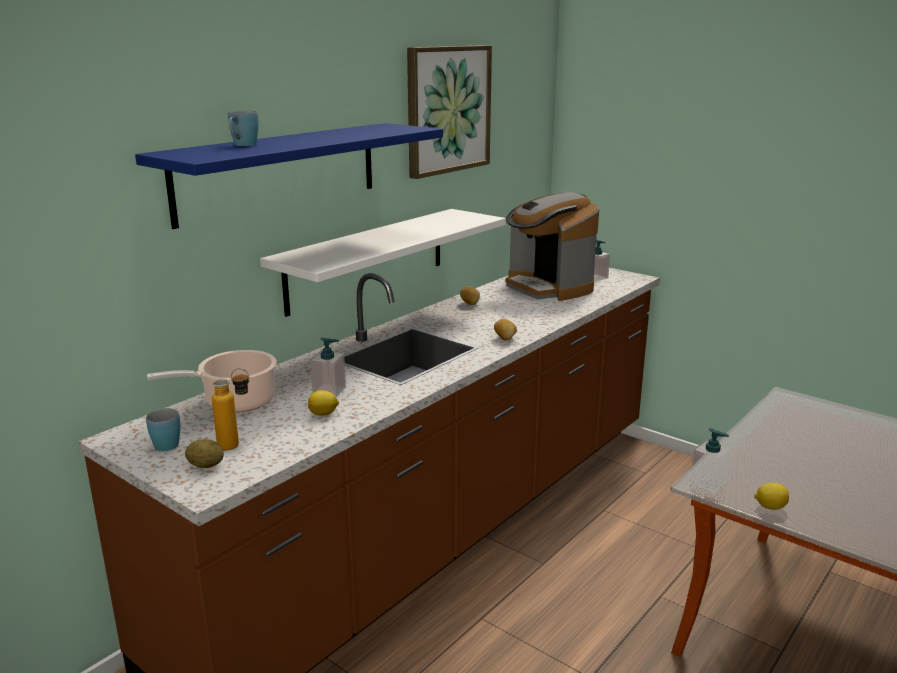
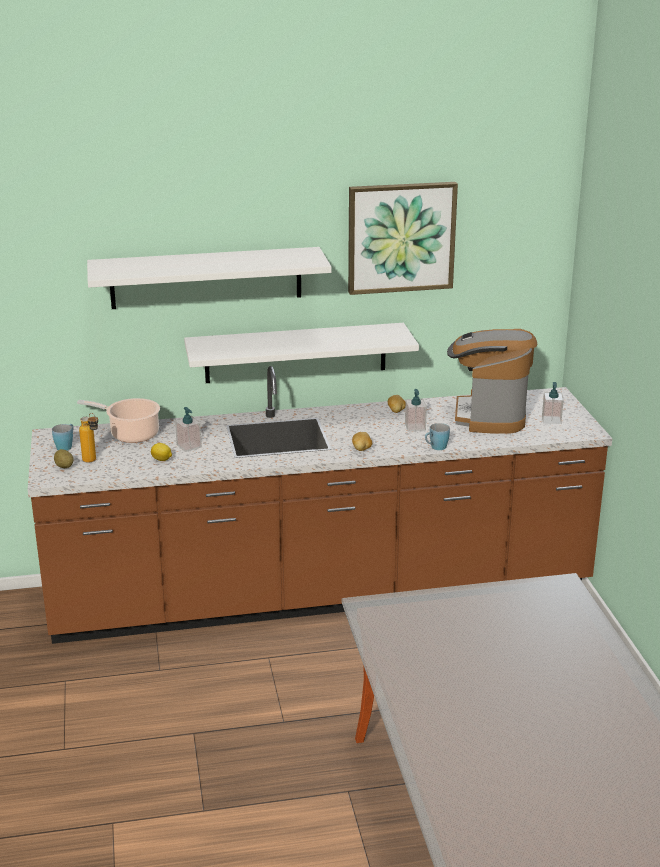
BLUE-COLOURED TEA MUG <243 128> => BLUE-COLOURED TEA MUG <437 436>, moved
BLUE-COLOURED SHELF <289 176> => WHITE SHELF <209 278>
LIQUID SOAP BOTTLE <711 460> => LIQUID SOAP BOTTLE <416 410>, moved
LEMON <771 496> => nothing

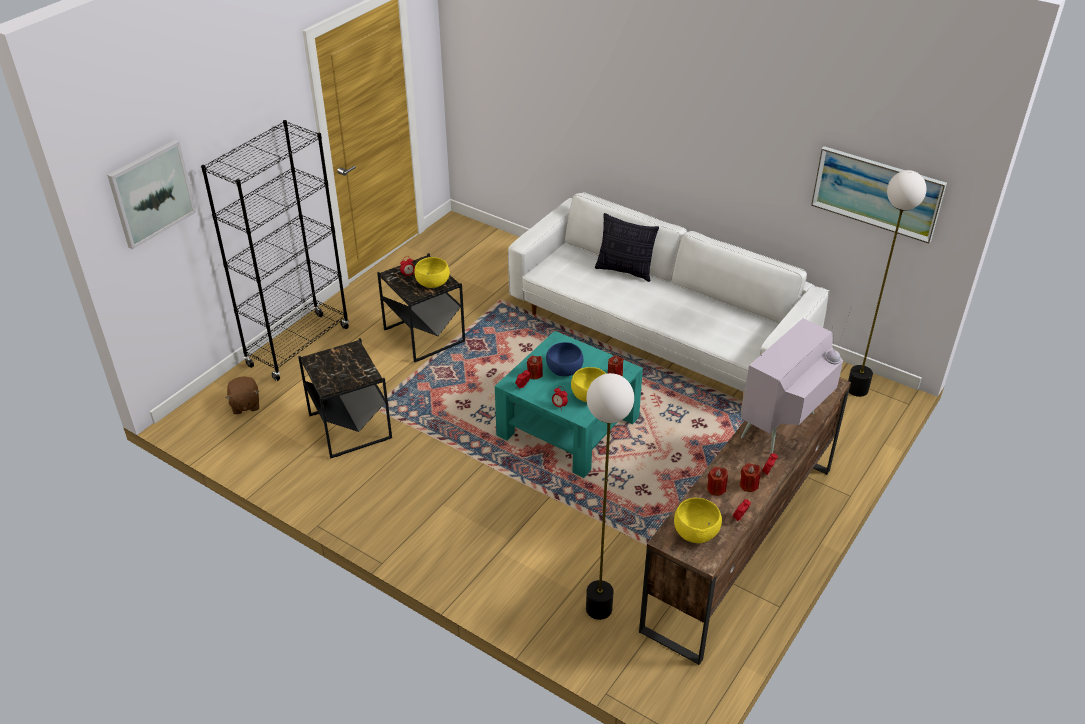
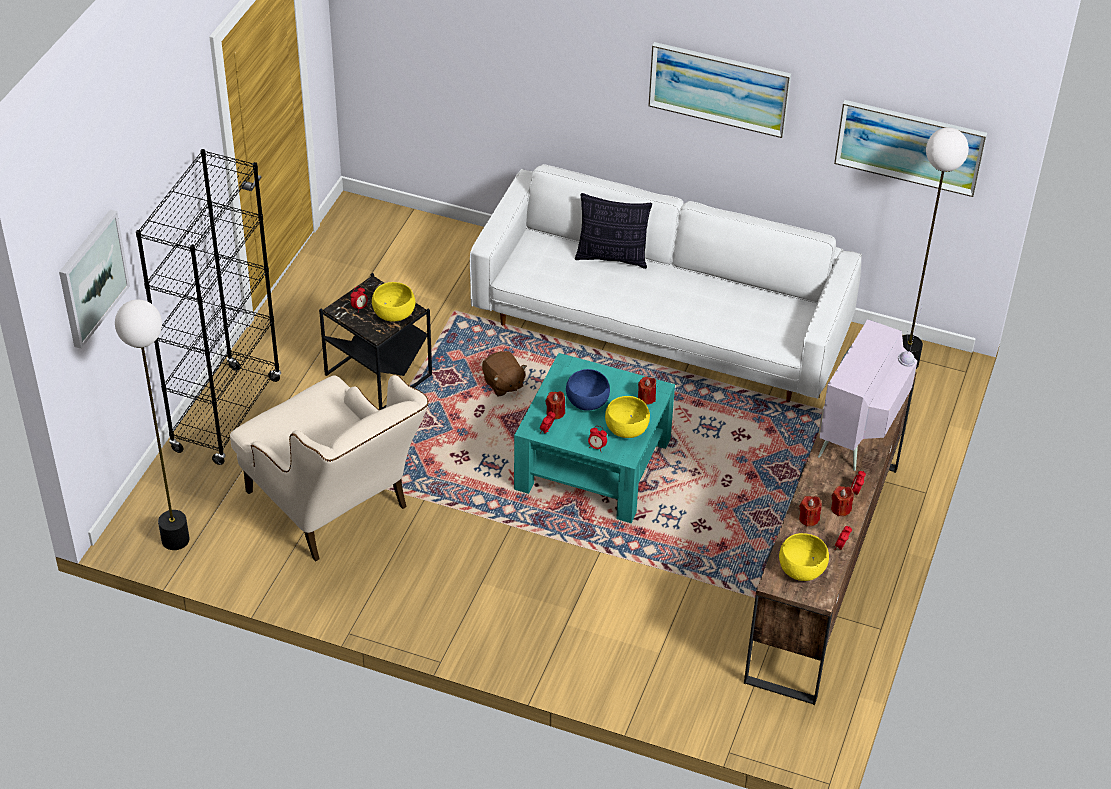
BLACKISH END TABLE <345 398> => BEIGE ARMCHAIR <329 468>
STANDING LAMP <610 496> => STANDING LAMP <152 425>, moved
BROWN SOFT TOY <242 395> => BROWN SOFT TOY <504 373>, moved
nothing => WALL PICTURE <719 90>

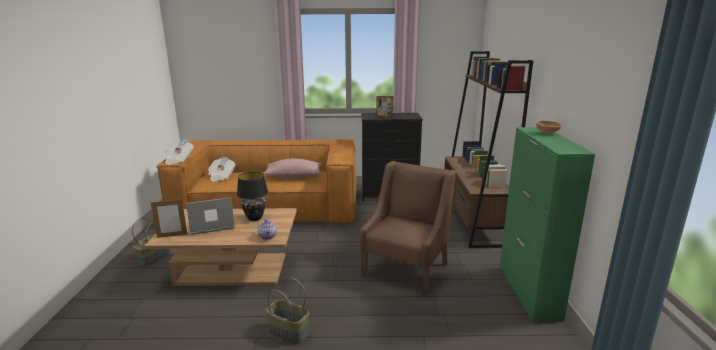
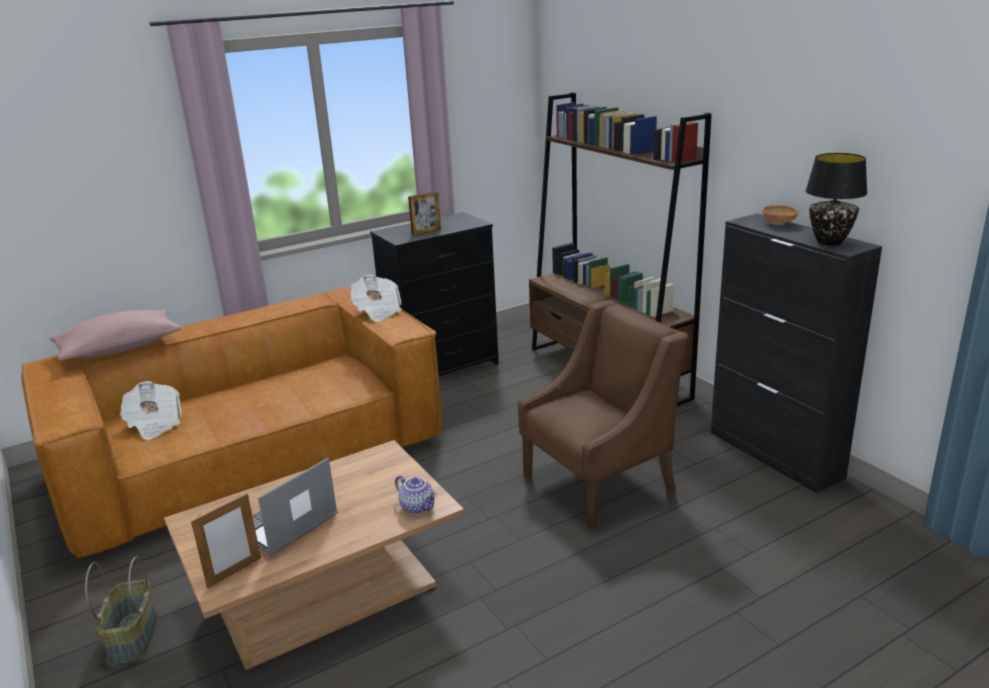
GREEN-COLOURED STORAGE CABINET <547 224> => BLACKISH STORAGE CABINET <796 353>
PRINTED PAPER <179 152> => PRINTED PAPER <376 298>, moved
PINK CUSHION <292 168> => PINK CUSHION <115 335>, moved
BROWN ARMCHAIR <408 228> => BROWN ARMCHAIR <603 414>, 60 degrees clockwise
BLACKISH TABLE LAMP <252 196> => BLACKISH TABLE LAMP <836 199>, moved
STORAGE BASKET <287 311> => nothing

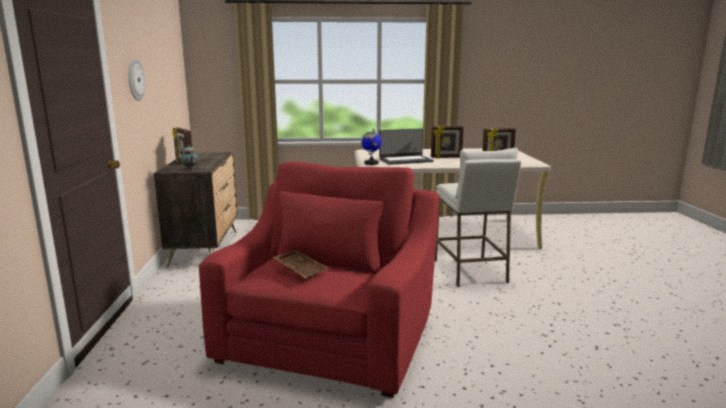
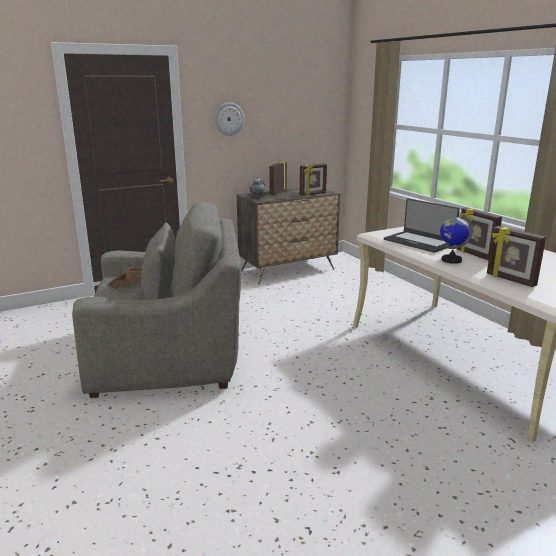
DESK GLOBE <371 146> => DESK GLOBE <456 239>, moved
WHITE STOOL SEAT <478 217> => nothing
RED-COLOURED ARMCHAIR <319 280> => GREY ARMCHAIR <156 300>
nothing => PHOTO FRAME <313 179>

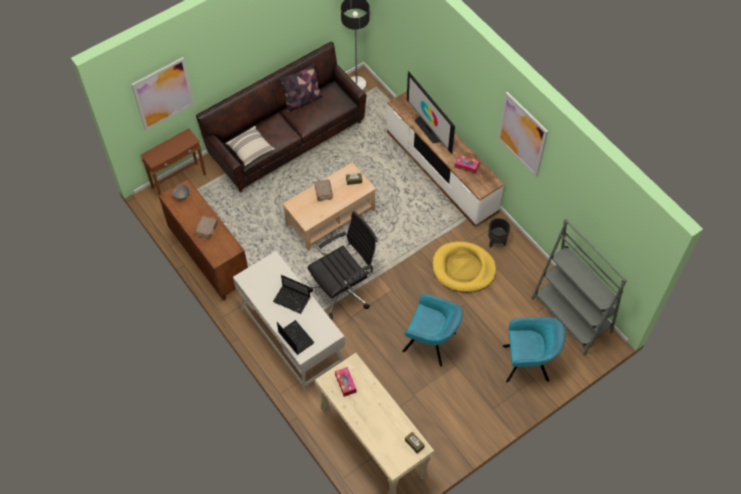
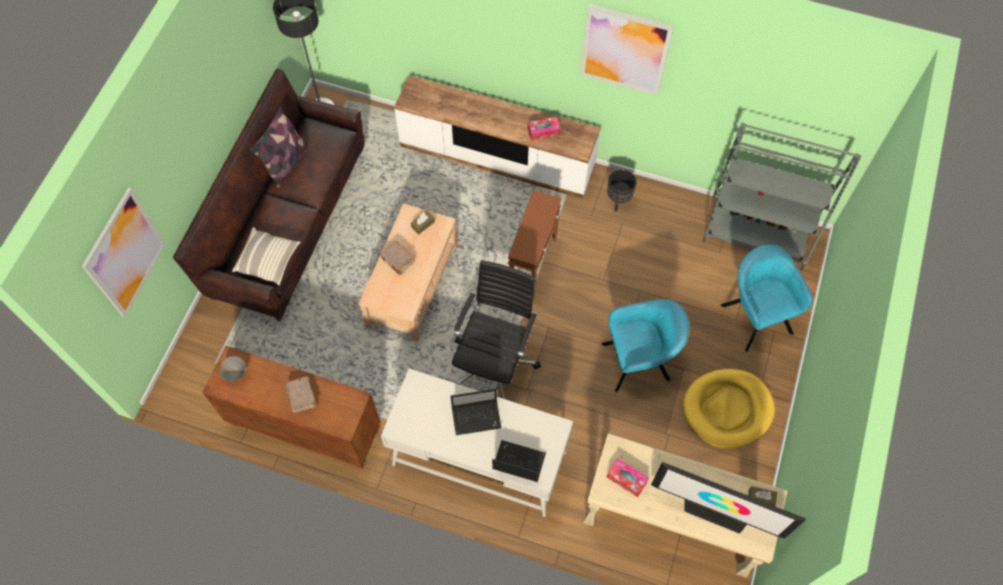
TV SET <431 112> => TV SET <728 500>, moved
BROWN END TABLE <173 161> => BROWN END TABLE <535 245>, moved
YELLOW DOG BED <464 267> => YELLOW DOG BED <729 408>, moved
TURQUOISE ARMCHAIR <534 349> => TURQUOISE ARMCHAIR <767 298>, 75 degrees counterclockwise

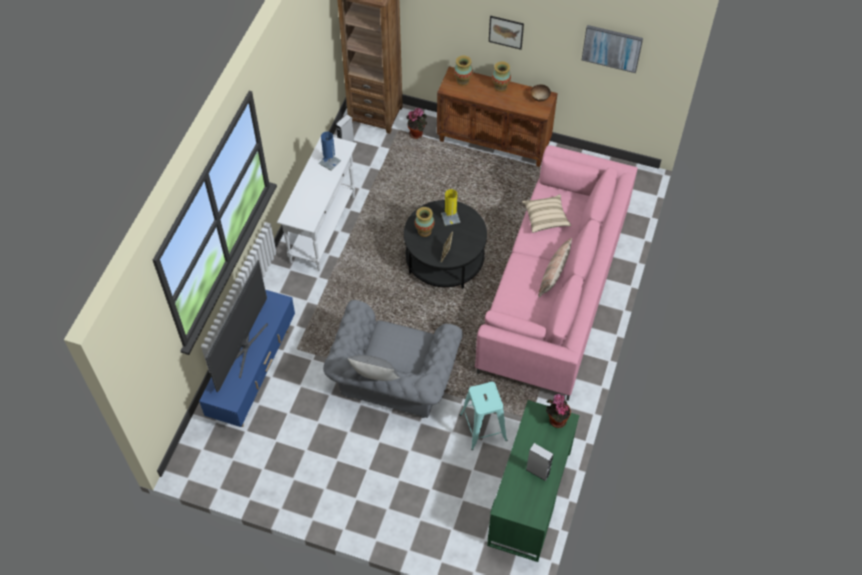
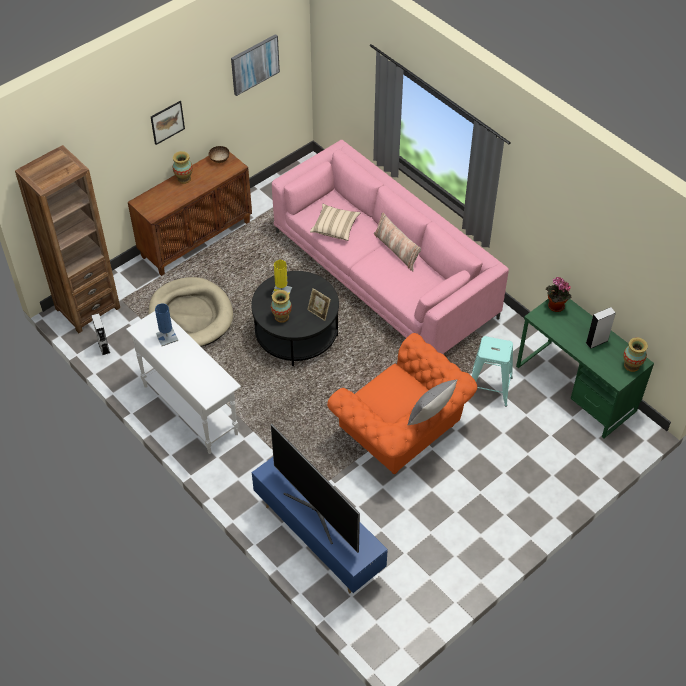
DECORATIVE VASE <463 70> => DECORATIVE VASE <635 355>, moved
POTTED PLANT <416 123> => nothing
GREY ARMCHAIR <393 359> => ORANGE-COLOURED ARMCHAIR <402 403>
nothing => BEIGE DOG BED <190 312>

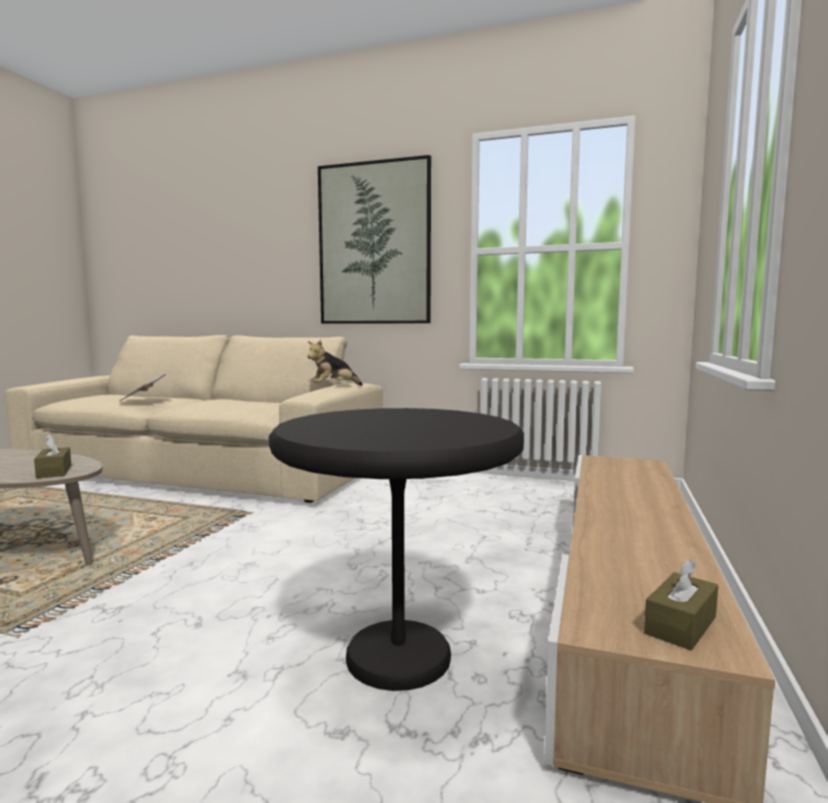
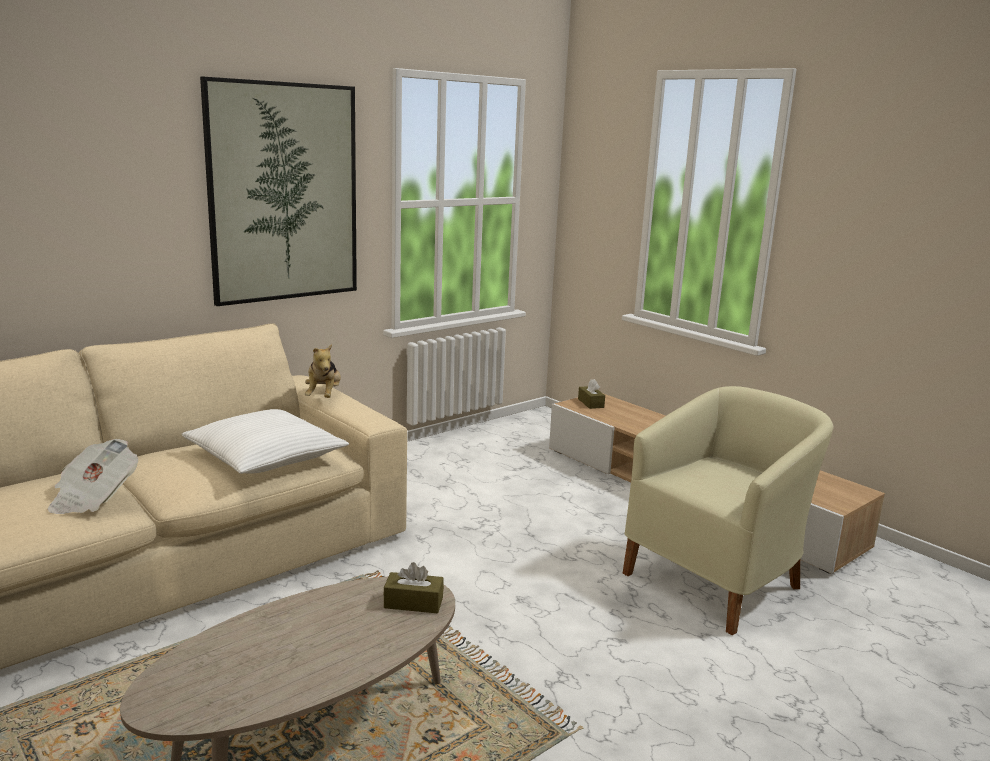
BLACKISH END TABLE <396 549> => BEIGE ARMCHAIR <728 510>
BROWN TISSUE BOX <681 604> => BROWN TISSUE BOX <591 394>, moved
nothing => WHITE CUSHION <265 441>

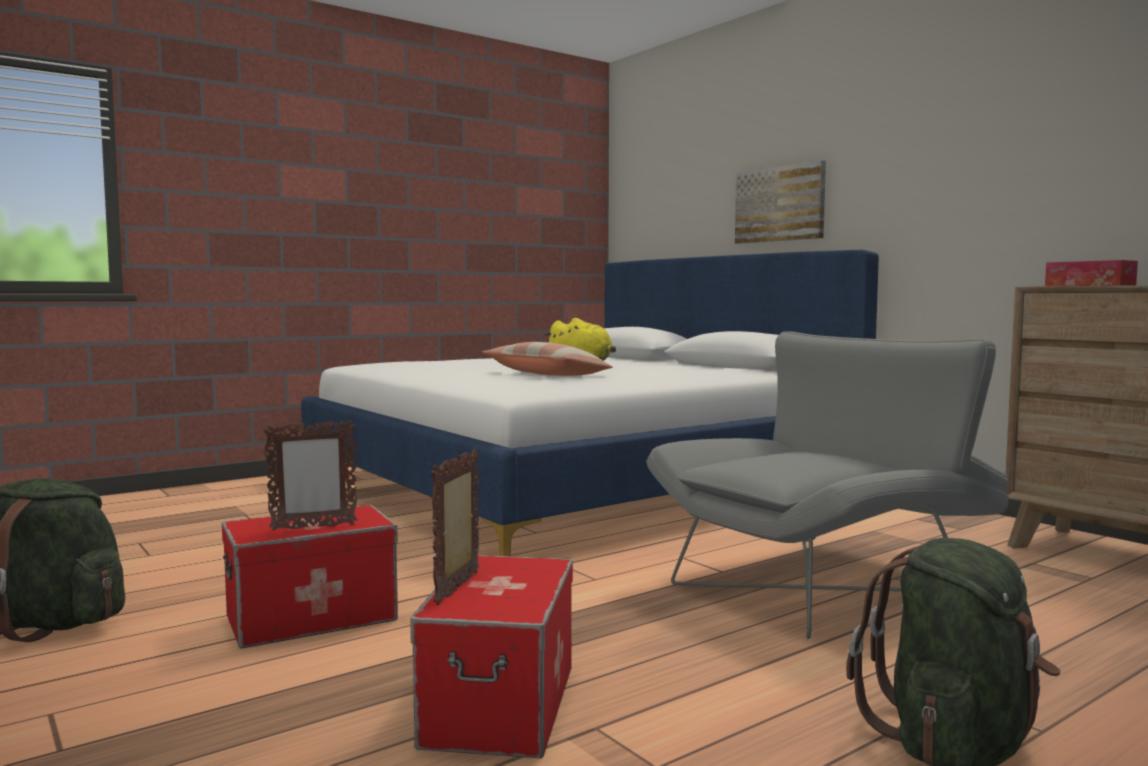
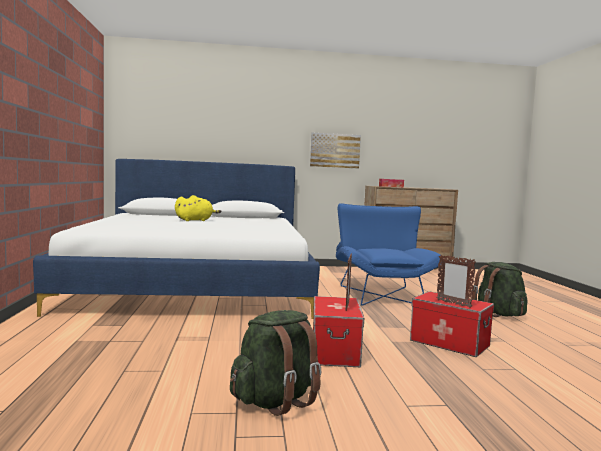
WALL PICTURE <780 202> => WALL PICTURE <335 151>, moved
GREY ARMCHAIR <827 485> => BLUE-COLOURED ARMCHAIR <389 254>
CUSHION <547 359> => nothing

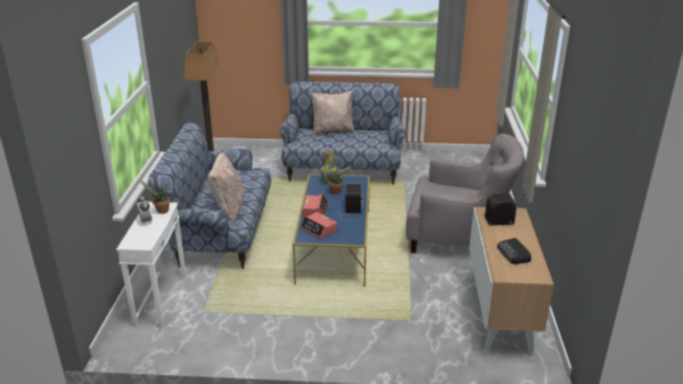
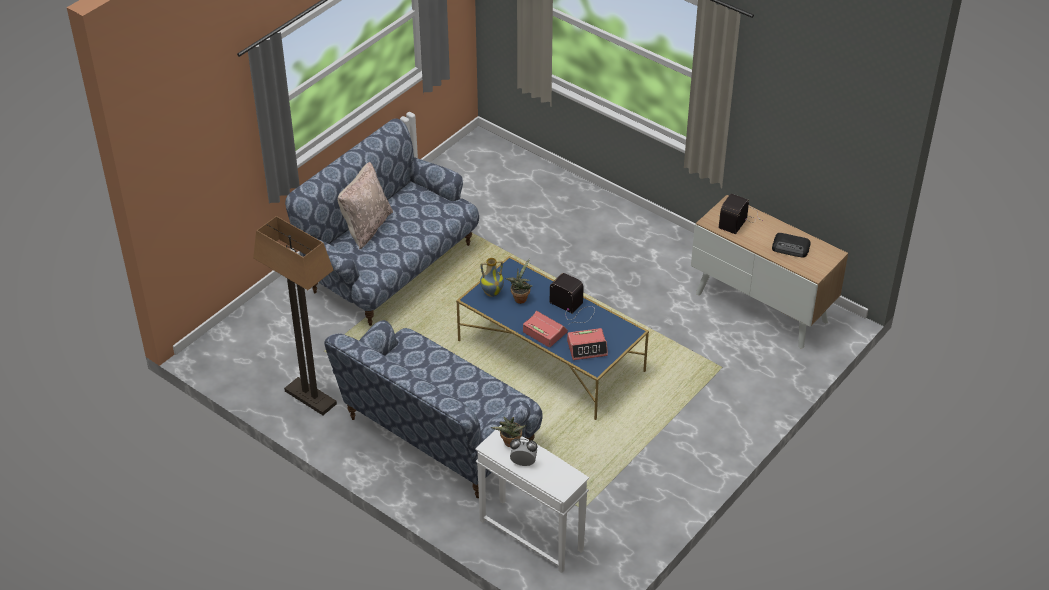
GREY ARMCHAIR <465 193> => nothing
BEIGE CUSHION <226 187> => nothing

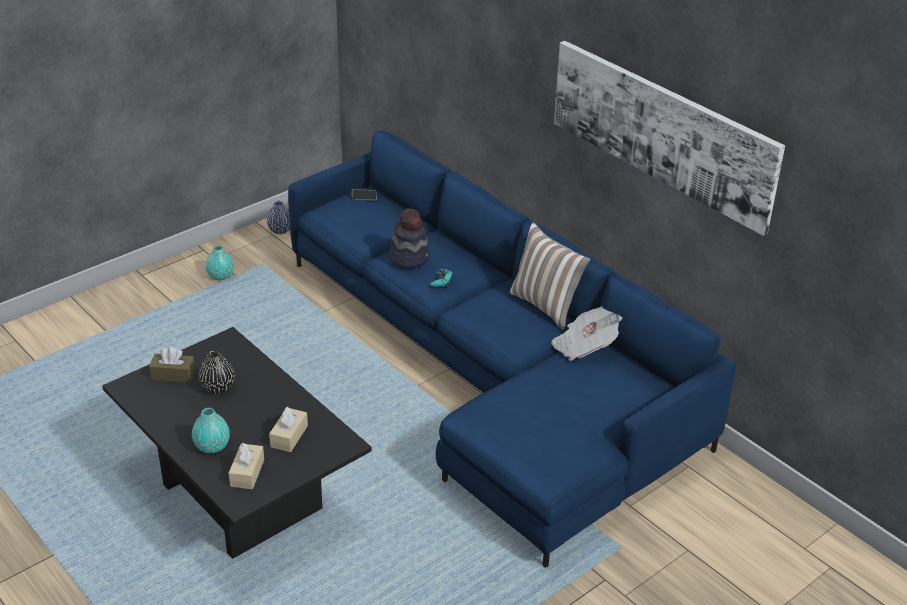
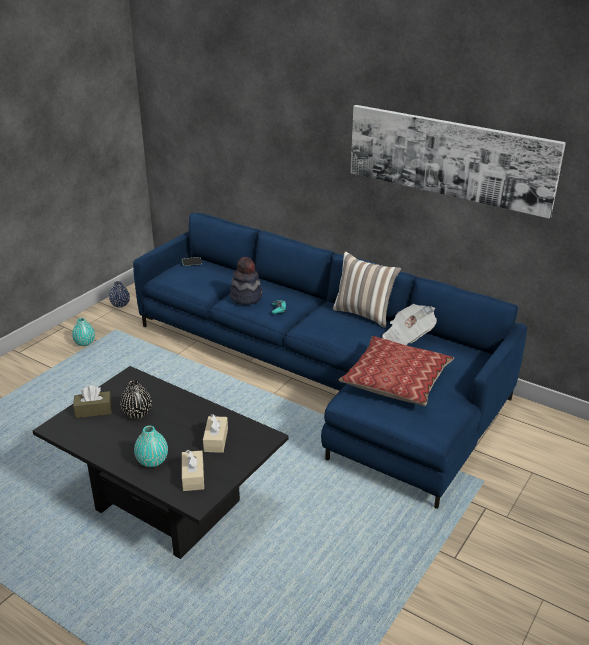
nothing => CUSHION <396 371>

